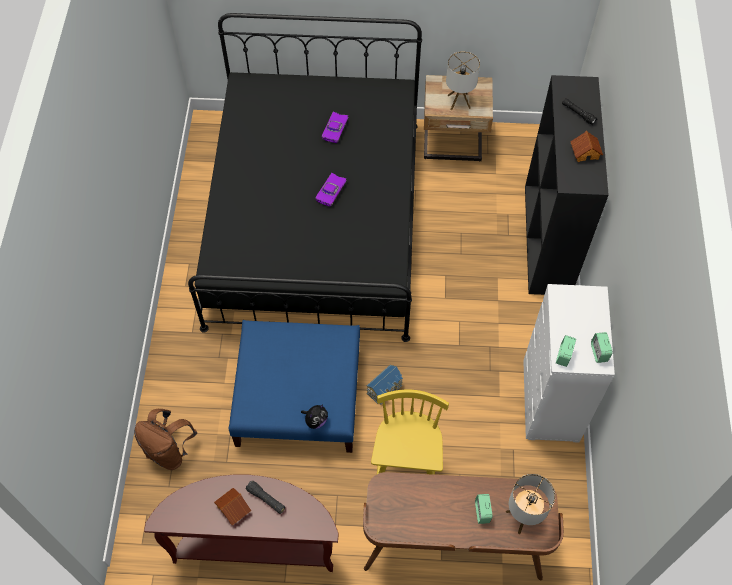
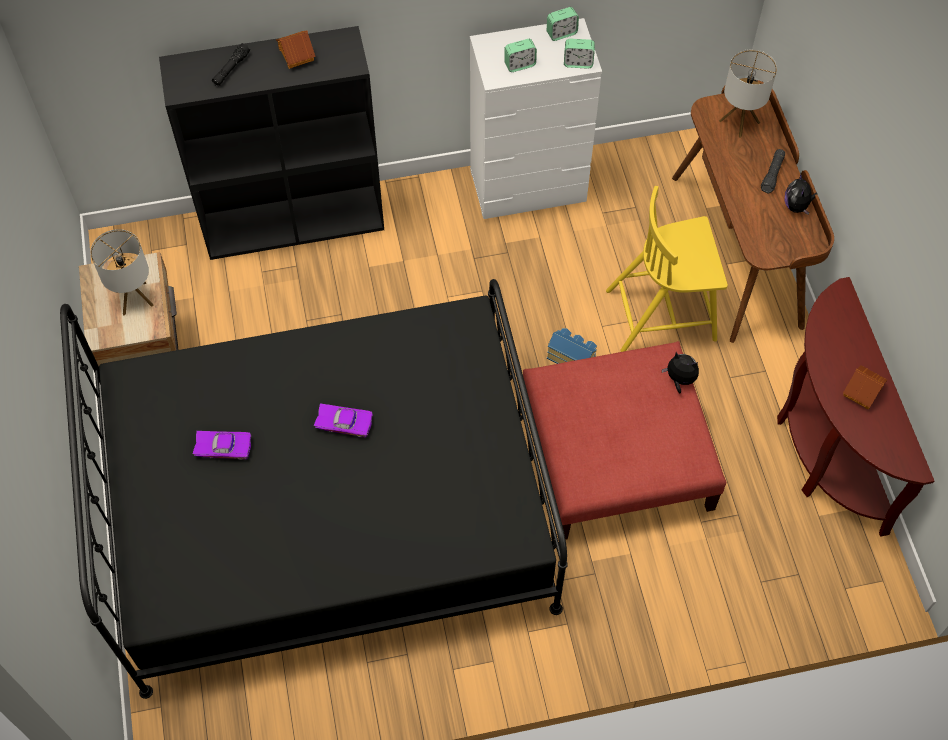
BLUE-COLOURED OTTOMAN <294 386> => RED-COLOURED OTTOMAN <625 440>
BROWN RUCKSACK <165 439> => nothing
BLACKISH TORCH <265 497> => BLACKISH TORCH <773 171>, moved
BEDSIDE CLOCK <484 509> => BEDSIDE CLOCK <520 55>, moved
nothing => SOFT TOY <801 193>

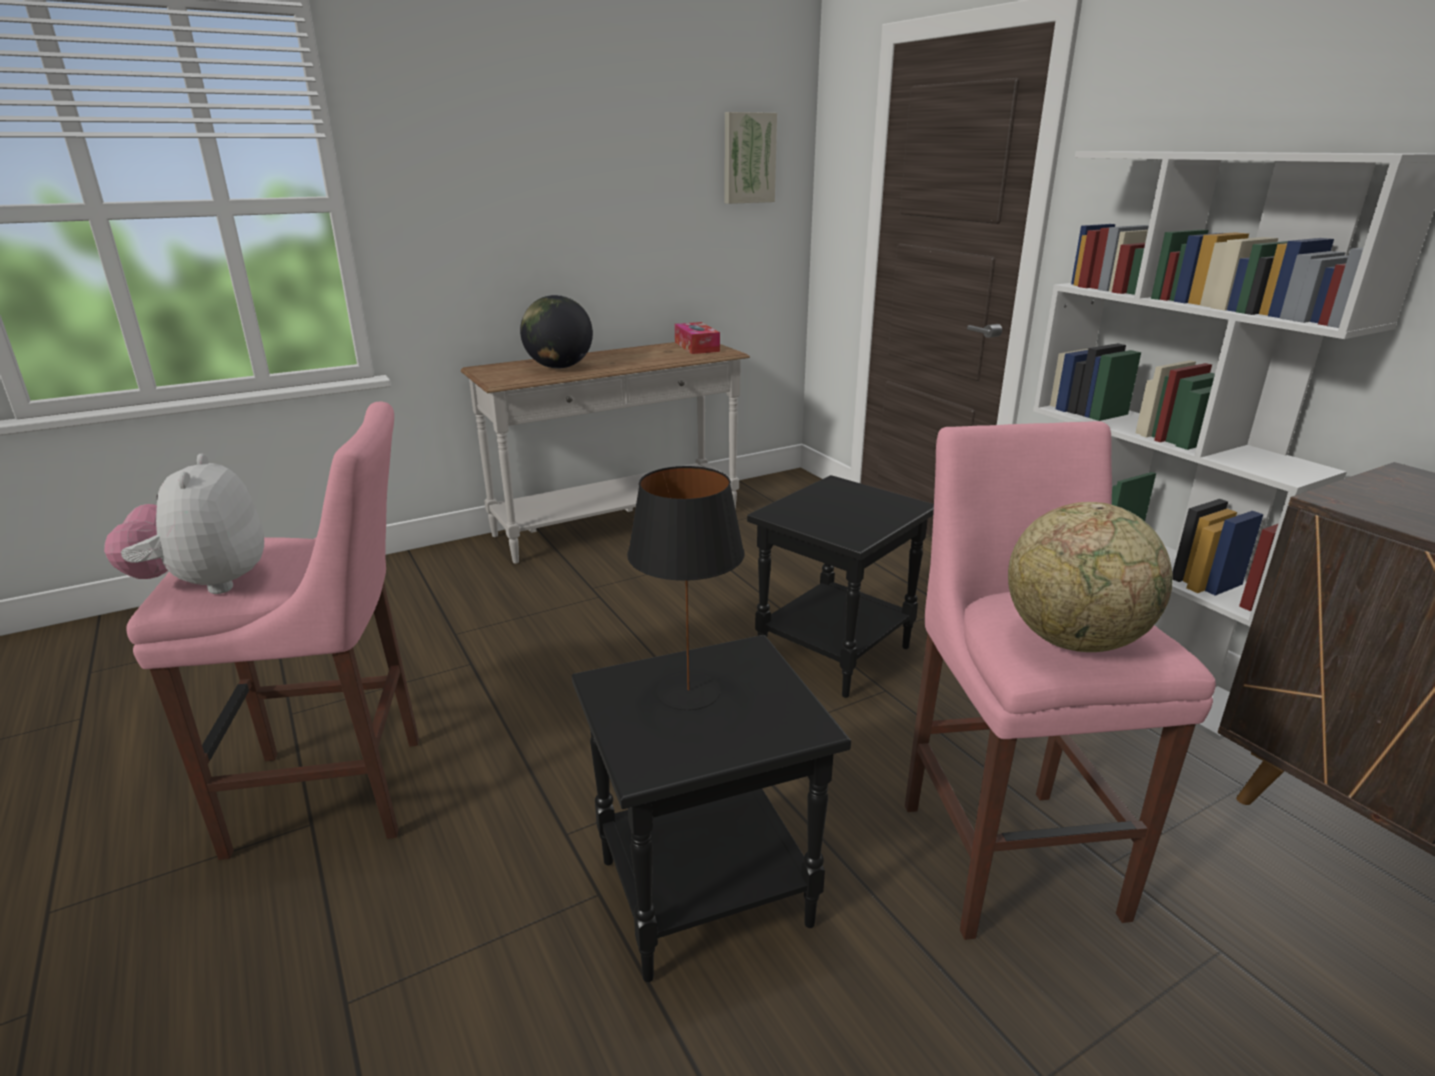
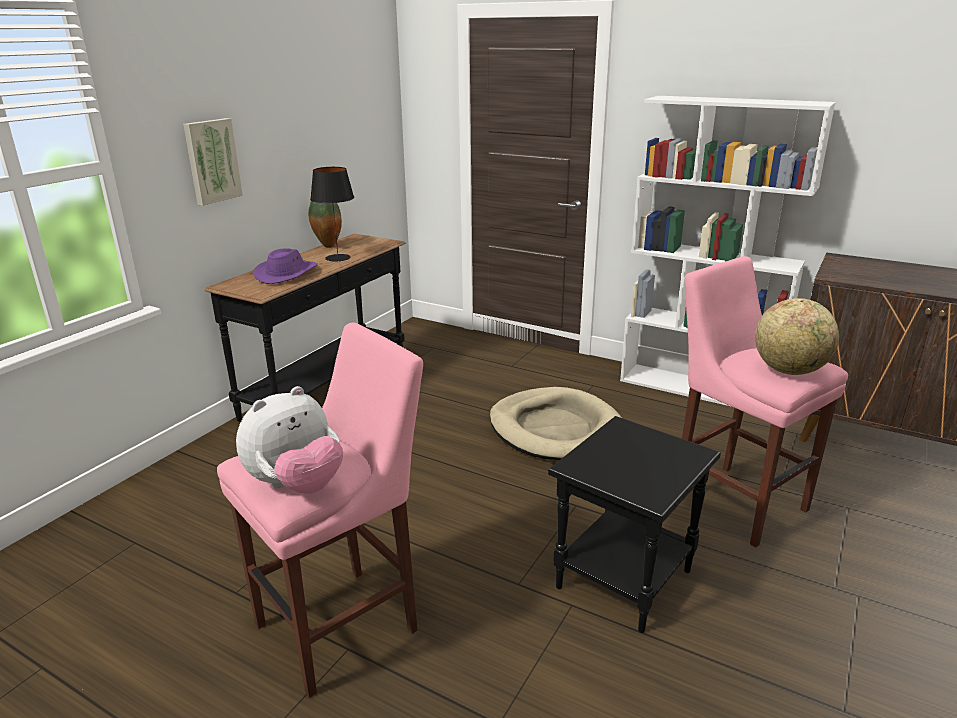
WALL PICTURE <750 158> => WALL PICTURE <213 162>, moved
DESK GLOBE <556 332> => PURPLE-COLOURED CLOTHING HAT <285 266>
TISSUE BOX <697 338> => nothing
WHITE NARROW TABLE <605 453> => BLACKISH NARROW TABLE <305 327>
SOFT TOY <184 523> => SOFT TOY <289 440>, 90 degrees counterclockwise
BLACKISH TABLE LAMP <685 588> => BLACKISH TABLE LAMP <332 214>, moved
BLACKISH END TABLE <840 586> => BEIGE DOG BED <556 423>
nothing => DECORATIVE VASE <325 224>

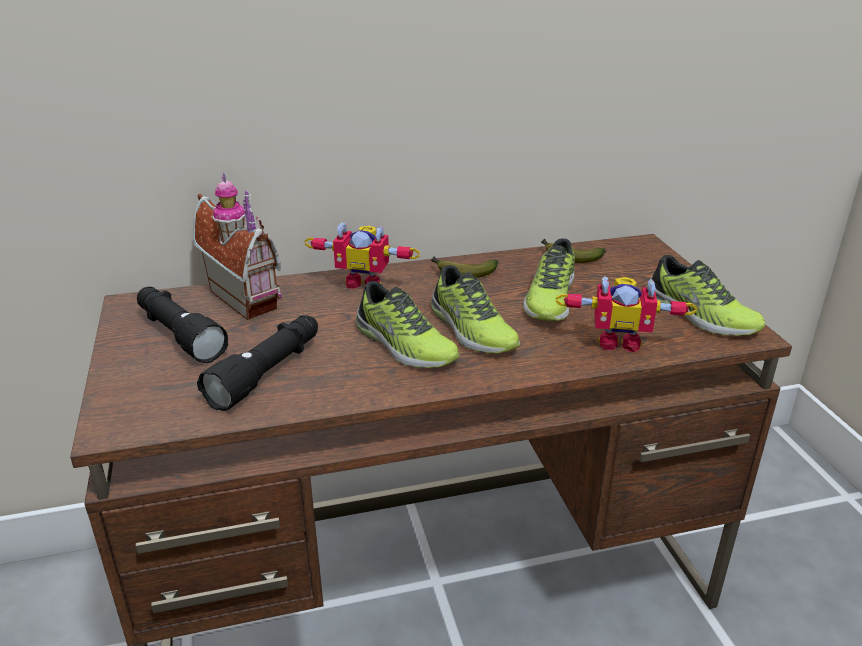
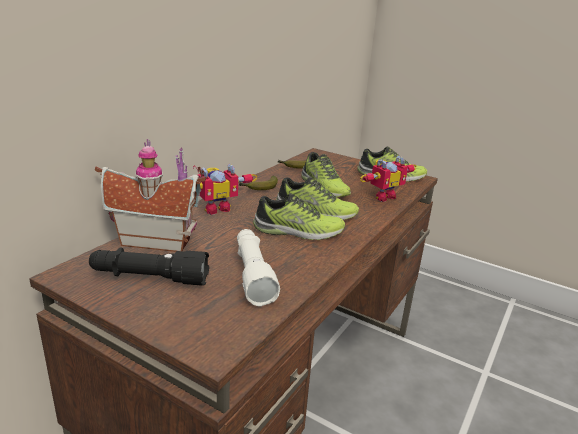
BLACKISH TORCH <257 363> => WHITE TORCH <258 268>

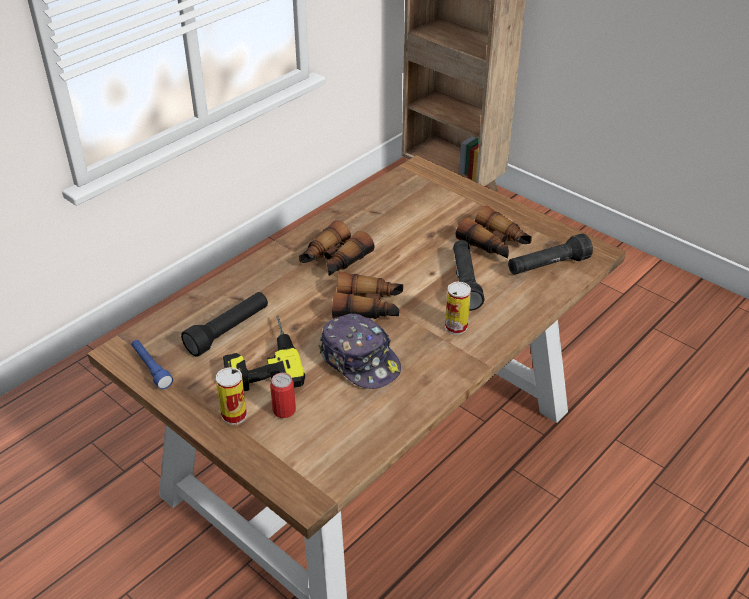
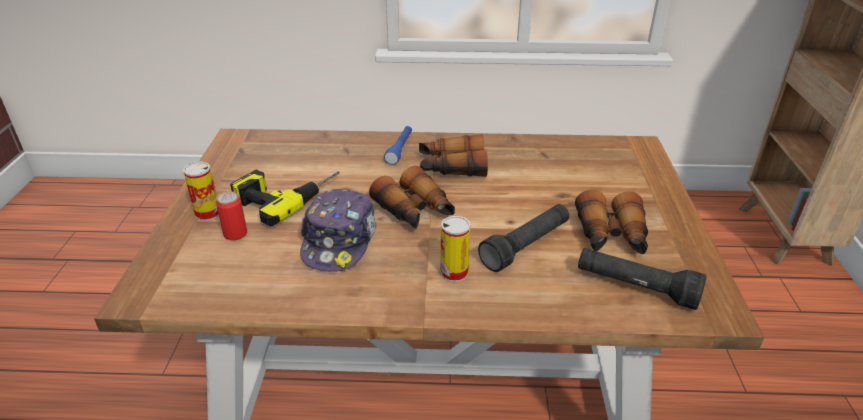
BLACKISH TORCH <224 324> => nothing
BLUE-COLOURED TORCH <152 364> => BLUE-COLOURED TORCH <398 145>, moved

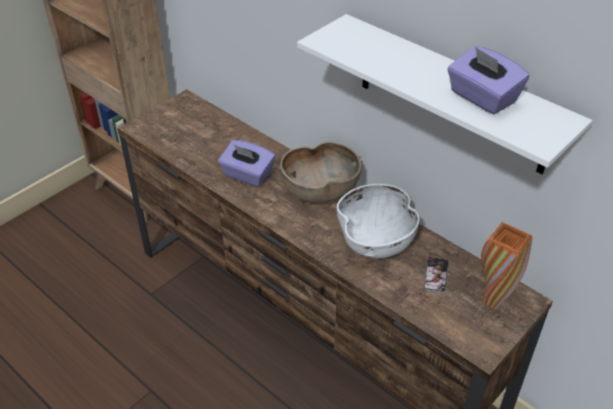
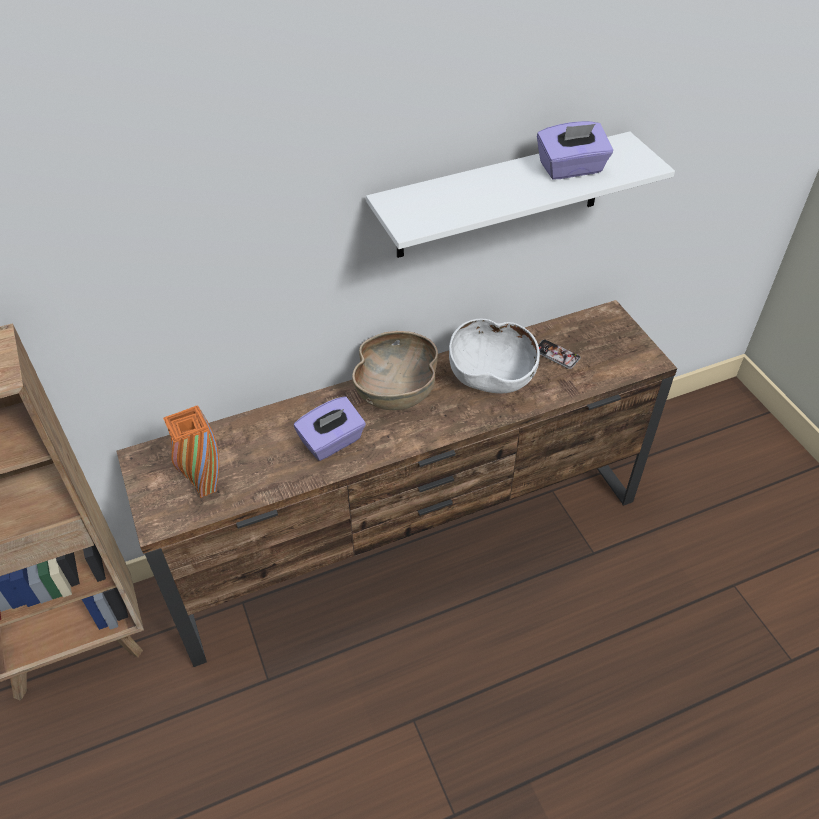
ORANGE-COLOURED DECORATIVE VASE <506 266> => ORANGE-COLOURED DECORATIVE VASE <191 451>, moved

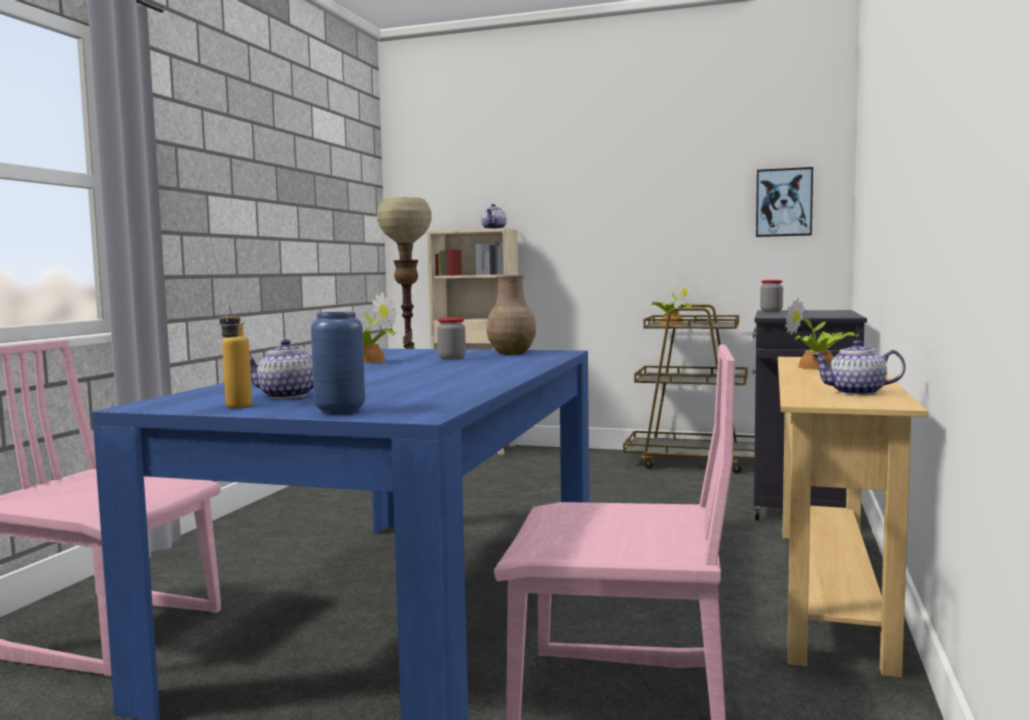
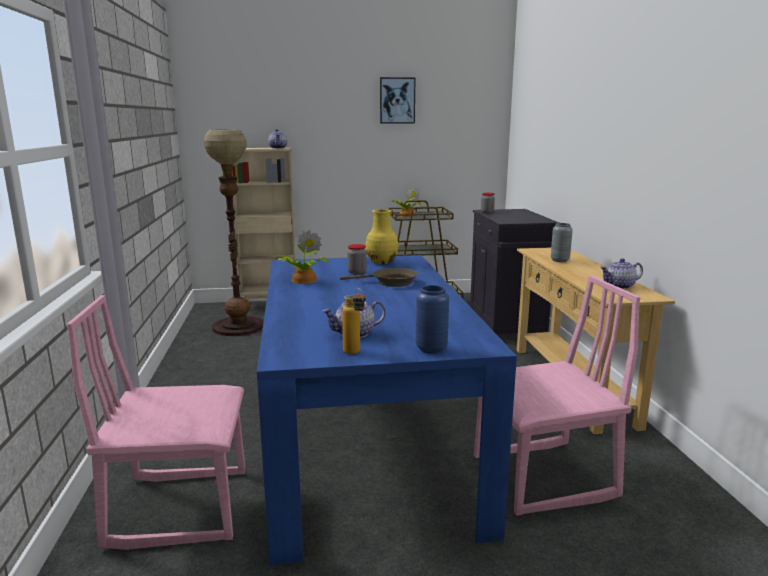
WALL PICTURE <784 202> => WALL PICTURE <397 100>, moved
BROWN DECORATIVE VASE <511 315> => YELLOW DECORATIVE VASE <382 236>
POTTED PLANT <822 334> => GREY DECORATIVE VASE <562 242>
nothing => BROWN SKILLET <379 277>

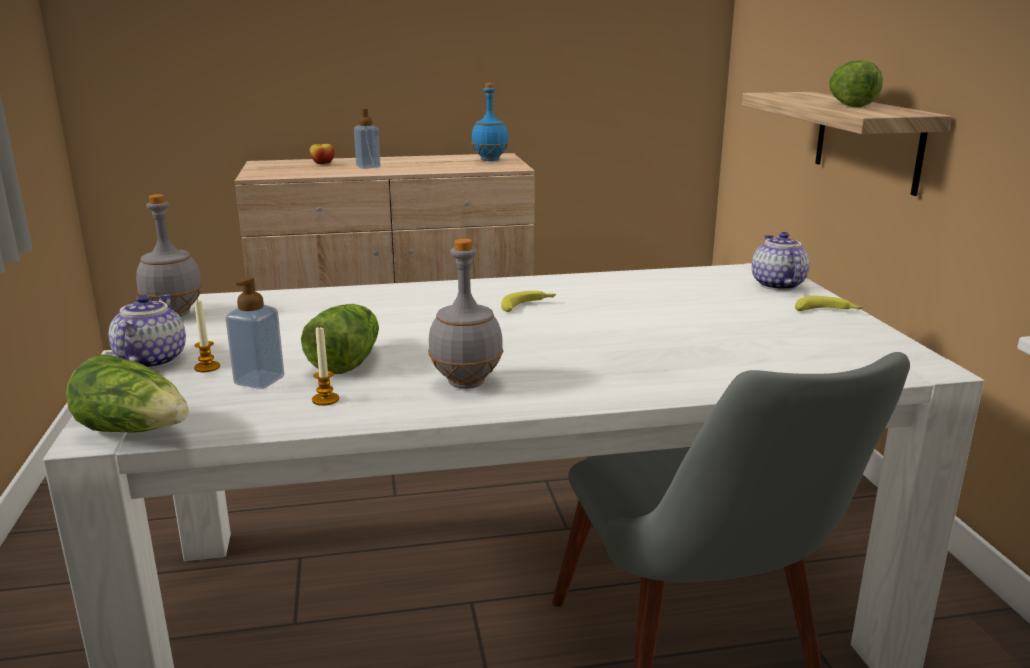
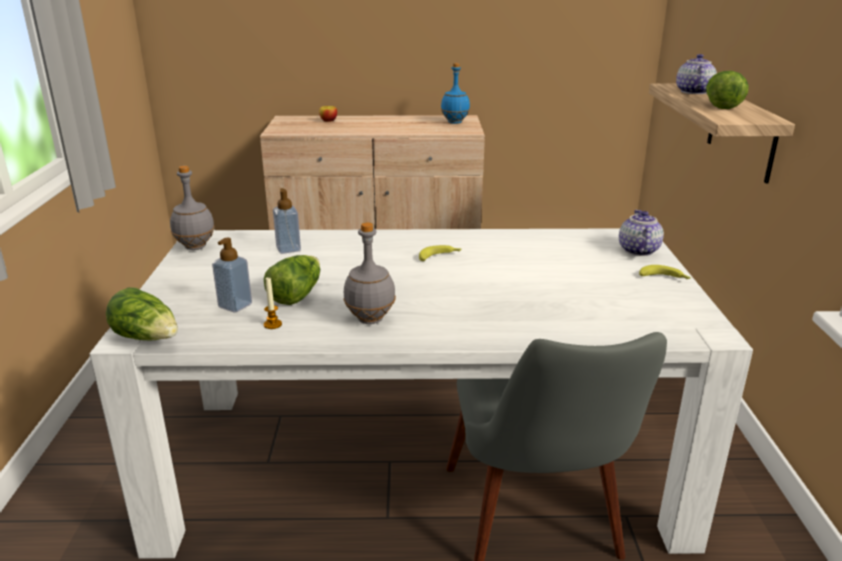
LIQUID SOAP BOTTLE <367 138> => LIQUID SOAP BOTTLE <287 221>, moved
POT FOR TEA <147 331> => POT FOR TEA <696 74>, moved
WAX LIGHT <207 335> => nothing

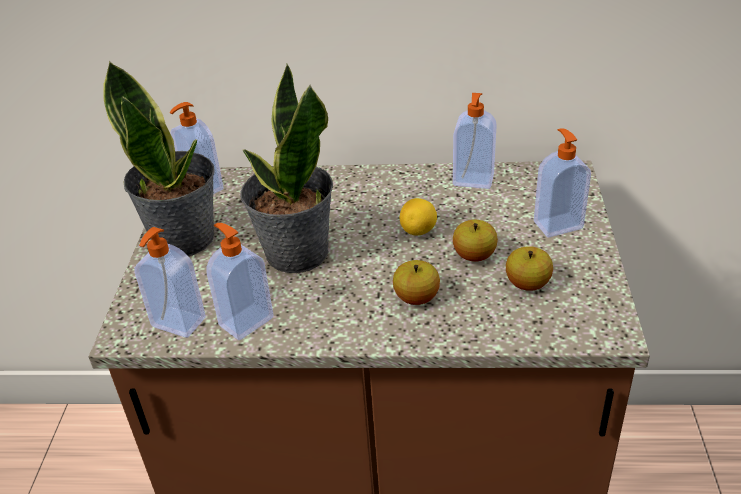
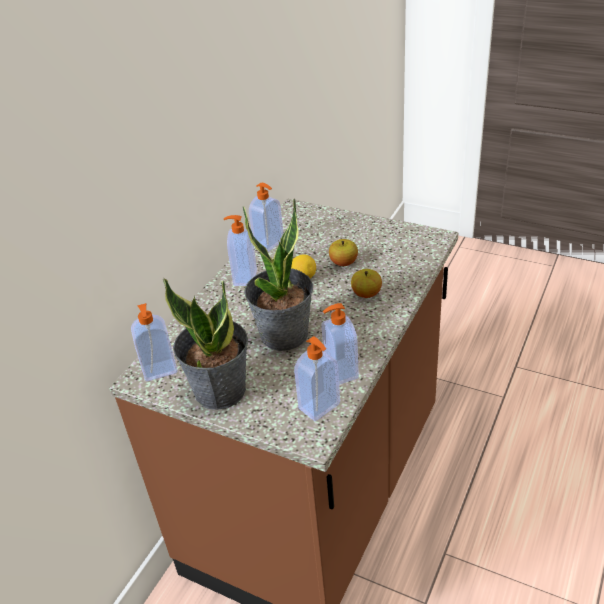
LIQUID SOAP BOTTLE <562 182> => LIQUID SOAP BOTTLE <240 250>, moved
APPLE FRUIT <529 268> => nothing

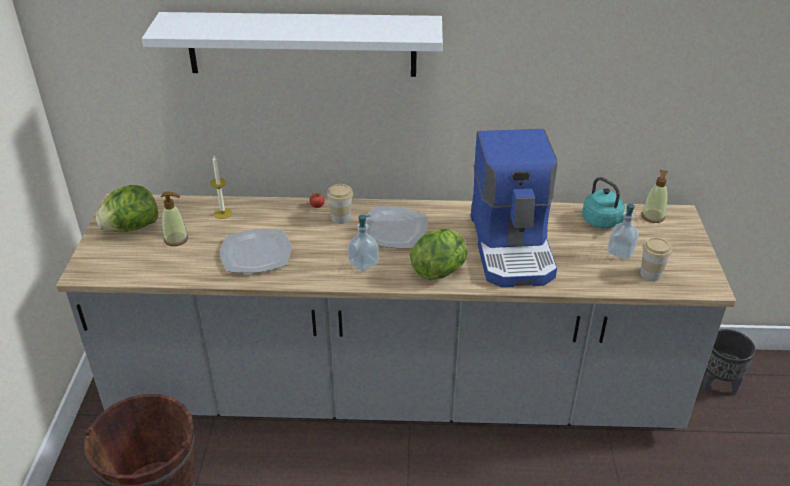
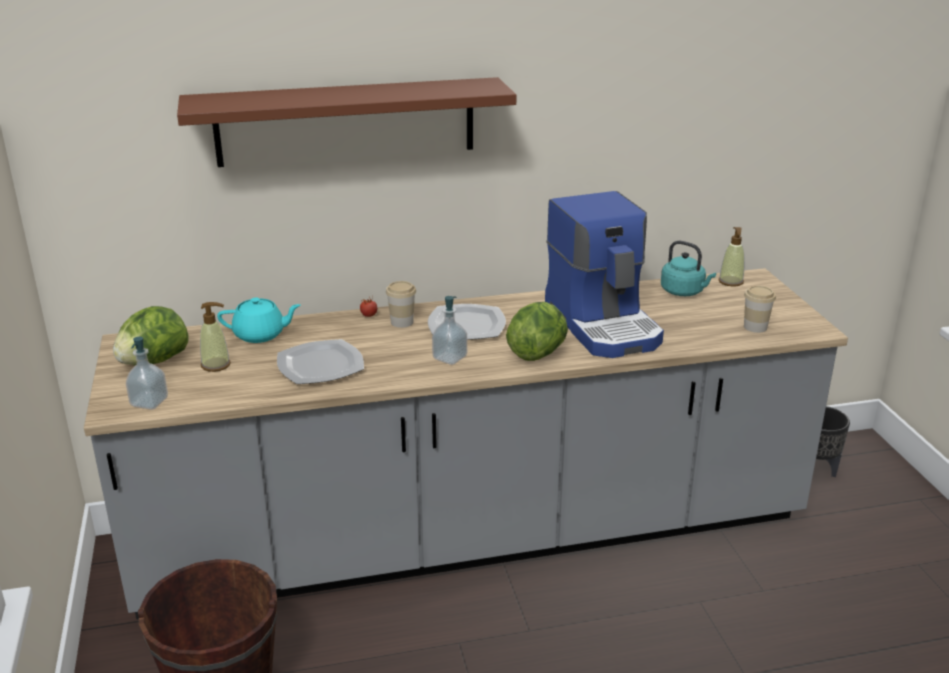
WHITE SHELF <292 44> => BROWN SHELF <347 122>
WAX LIGHT <221 187> => TURQUOISE POT FOR TEA <258 320>
LIQUID SOAP BOTTLE <623 231> => LIQUID SOAP BOTTLE <147 373>, moved

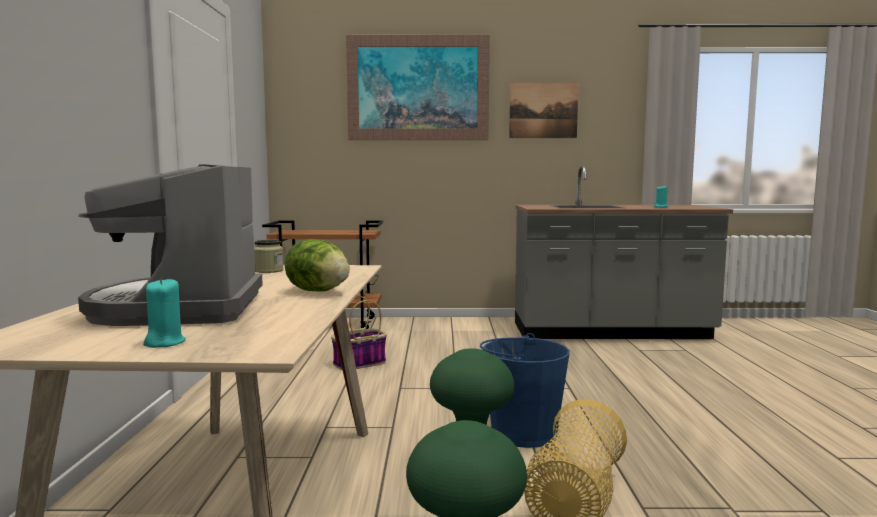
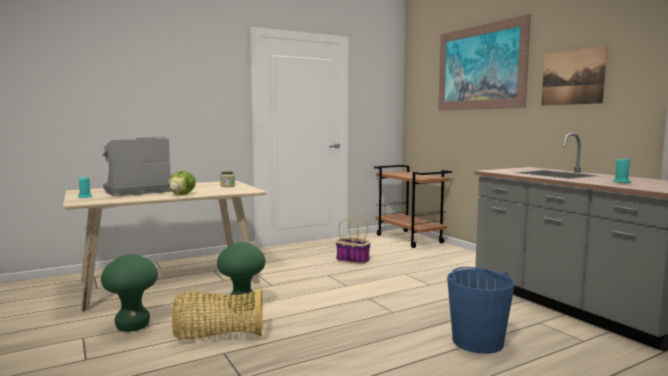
BLUE-COLOURED BUCKET <525 390> => BLUE-COLOURED BUCKET <481 310>, moved

